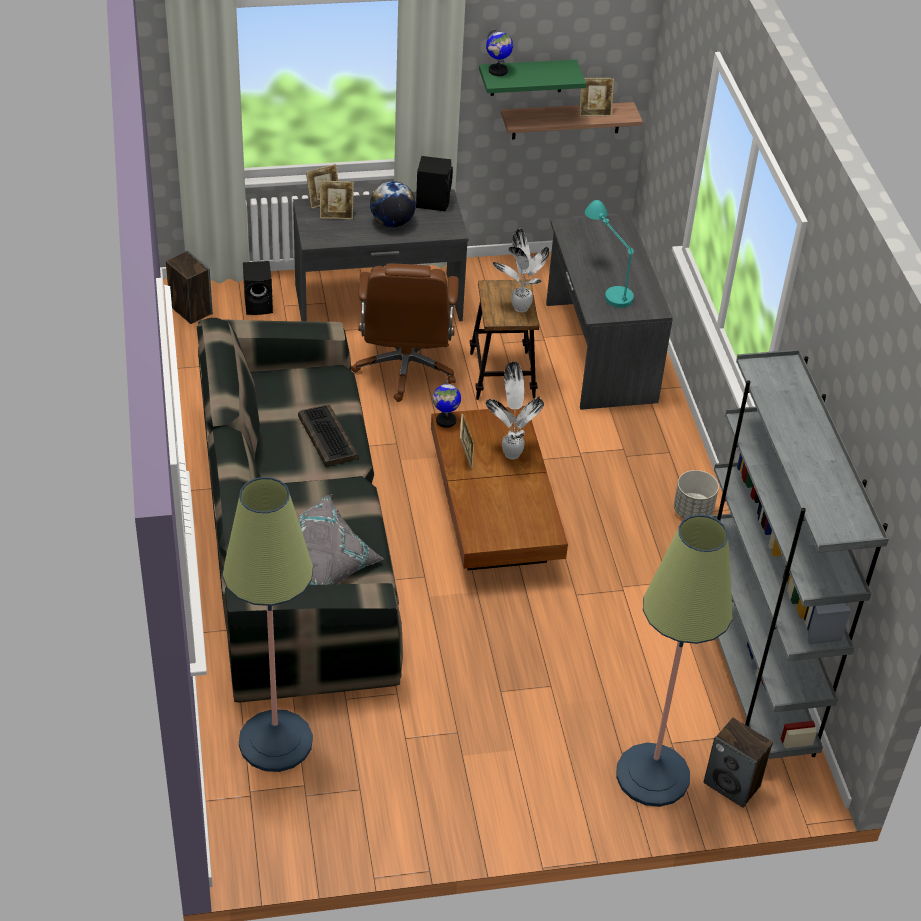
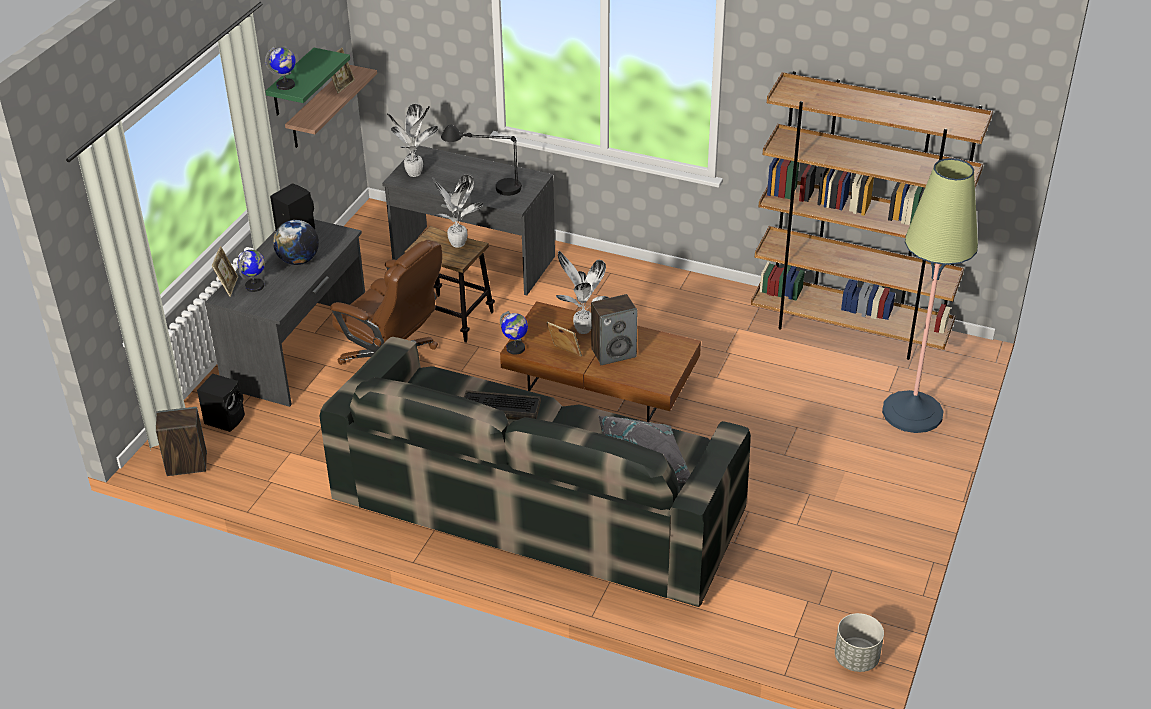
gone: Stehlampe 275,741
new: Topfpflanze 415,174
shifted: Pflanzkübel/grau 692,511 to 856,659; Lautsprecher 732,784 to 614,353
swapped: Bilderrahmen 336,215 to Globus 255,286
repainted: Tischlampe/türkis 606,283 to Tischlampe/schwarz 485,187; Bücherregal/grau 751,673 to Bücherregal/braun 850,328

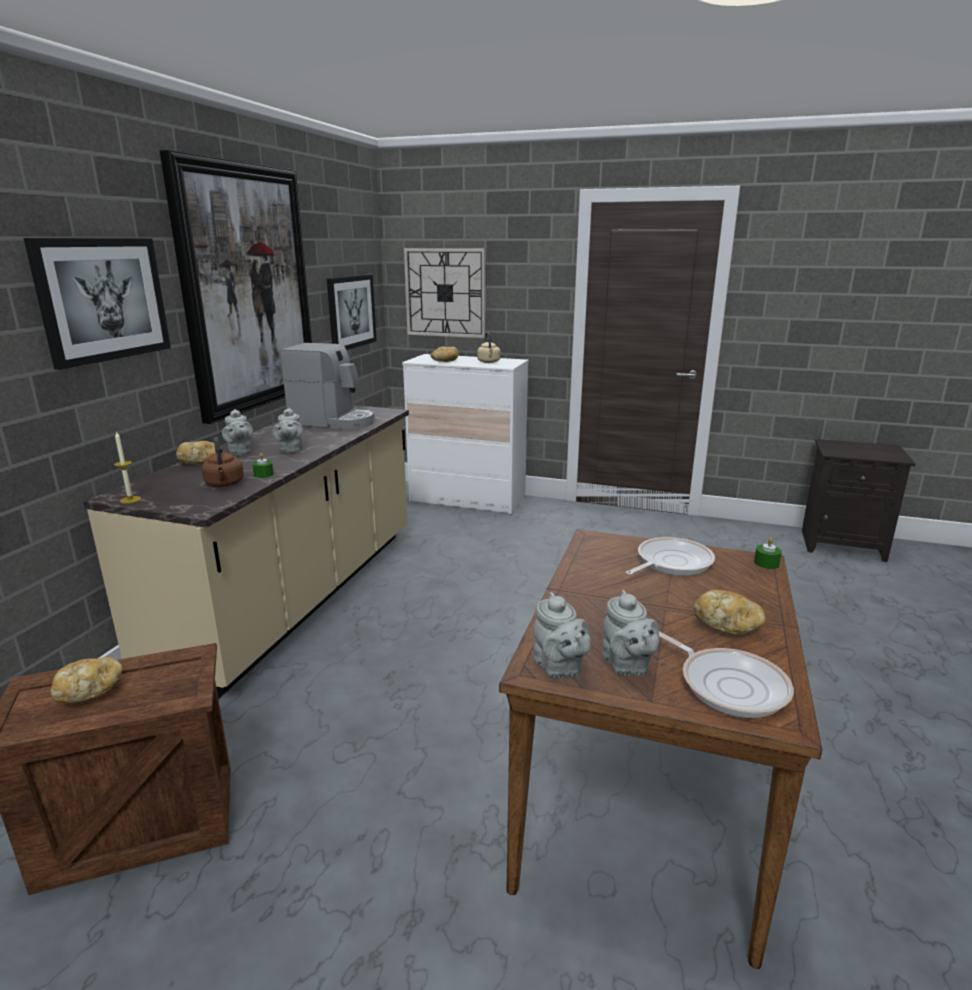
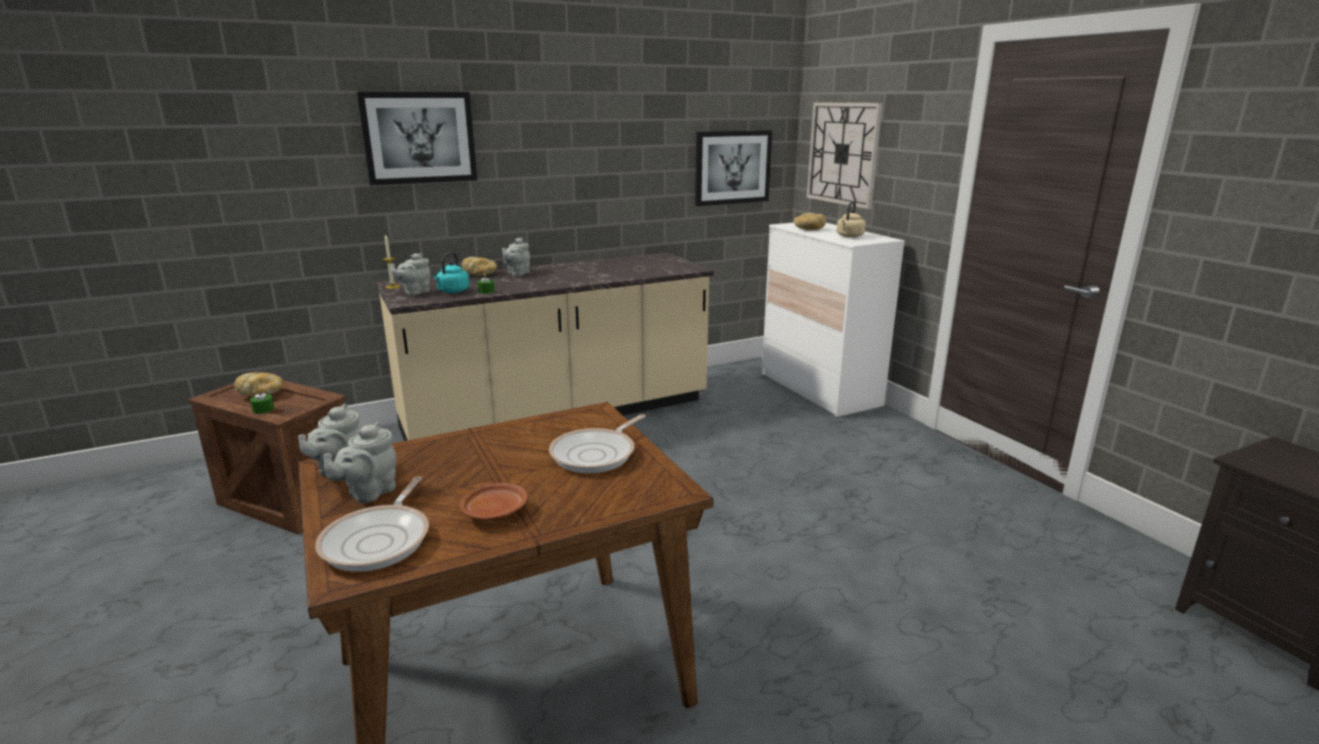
gone: Bild 248,289; Kaffeemaschine 333,421
shifted: Teekanne/grau 290,450 to 415,292; Kerze/grün 766,563 to 263,409
swapped: Brot 727,625 to Teller/braun 495,511
repainted: Wasserkessel/braun 224,484 to Wasserkessel/türkis 452,291
rotated: Pfanne 670,562 = 597,454 120 degrees clockwise

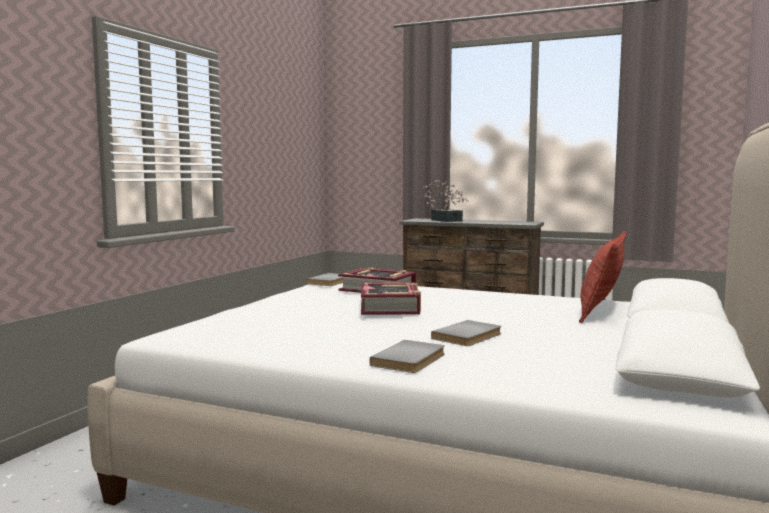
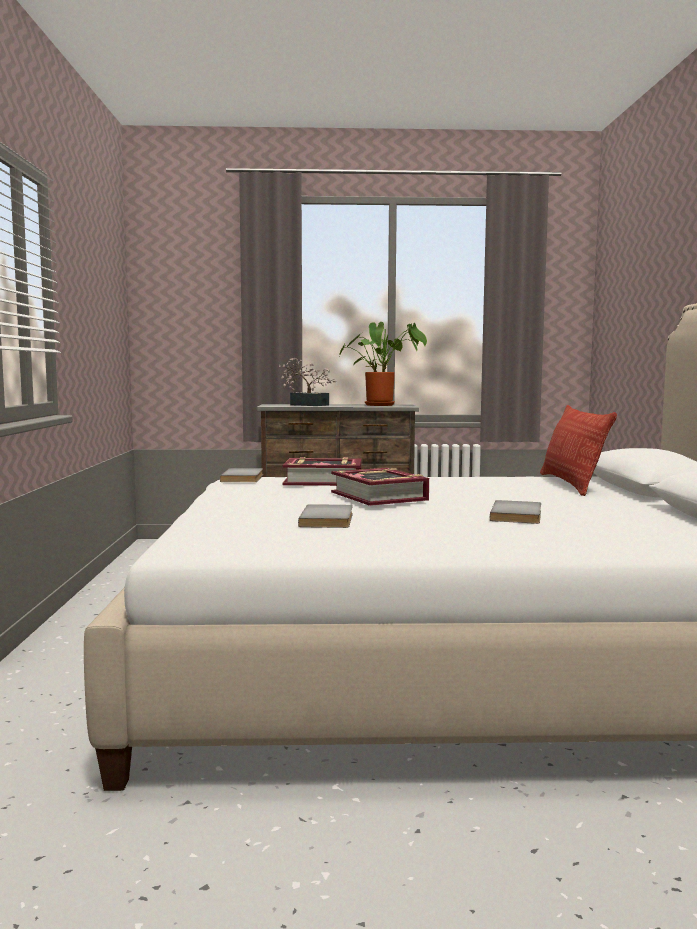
new: Topfpflanze 383,405
shifted: Buch/grau 411,360 to 329,520

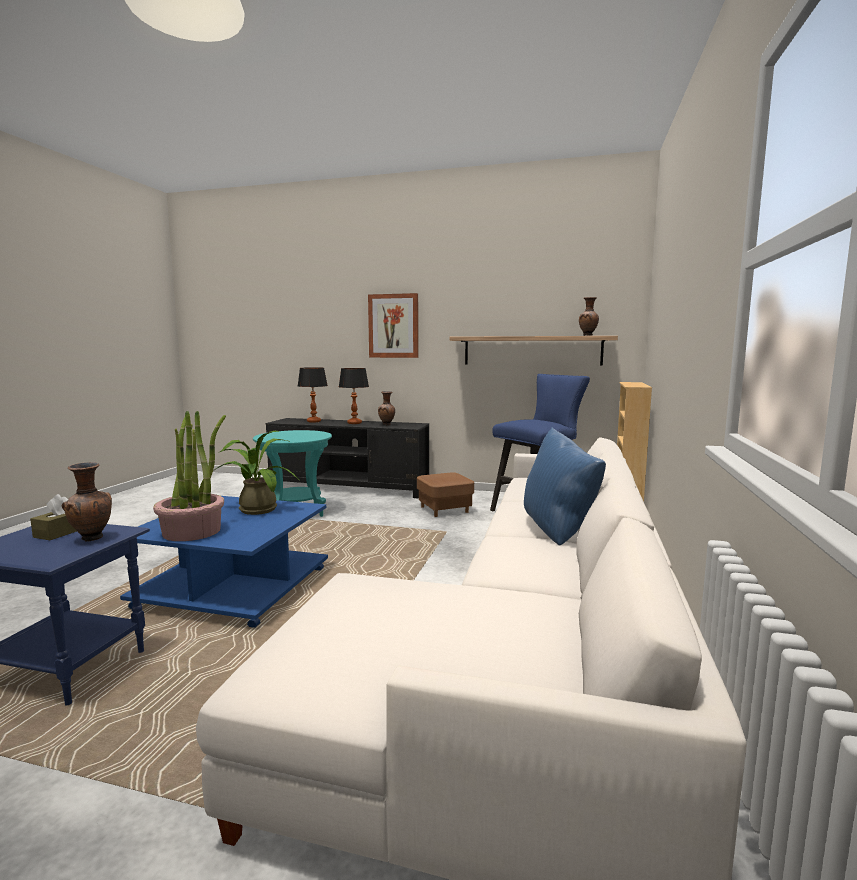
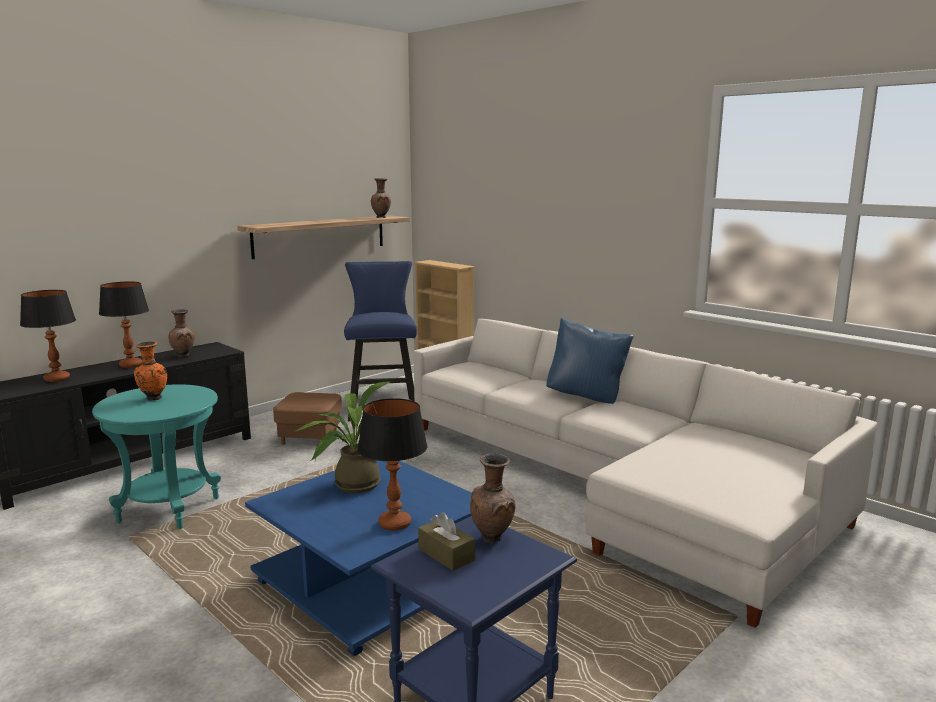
gone: Bild 393,326
new: Vase/orange 153,398
swapped: Topfpflanze 192,531 to Tischlampe 394,523

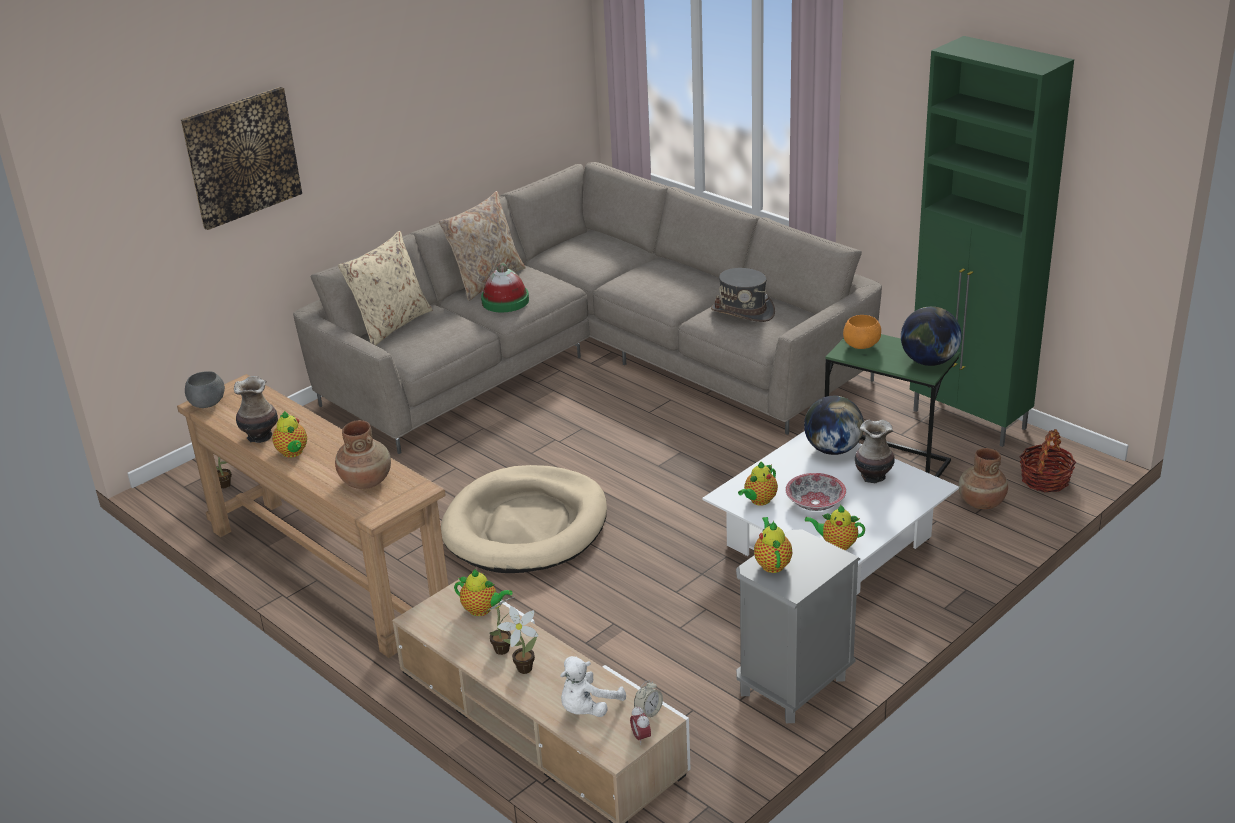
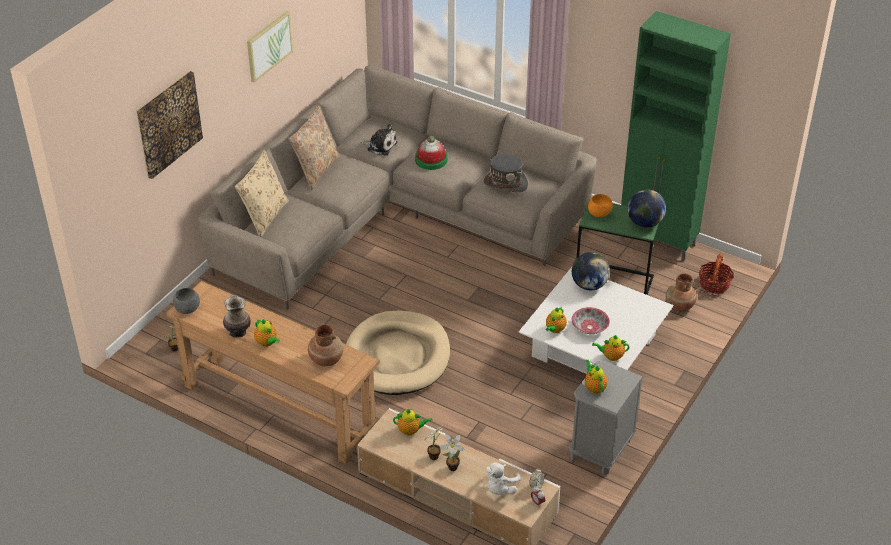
gone: Vase 872,476
new: Bild 269,45; Plüschtier 380,146
shifted: Hut 505,301 to 431,159

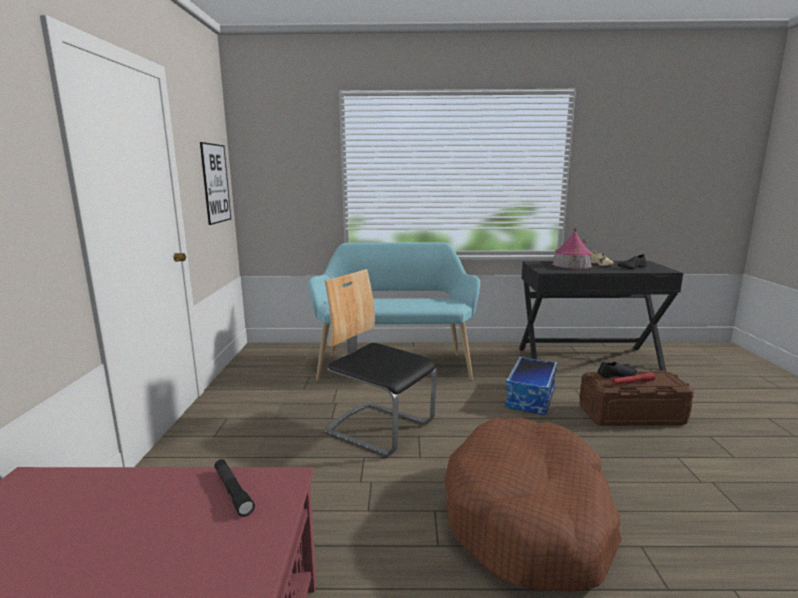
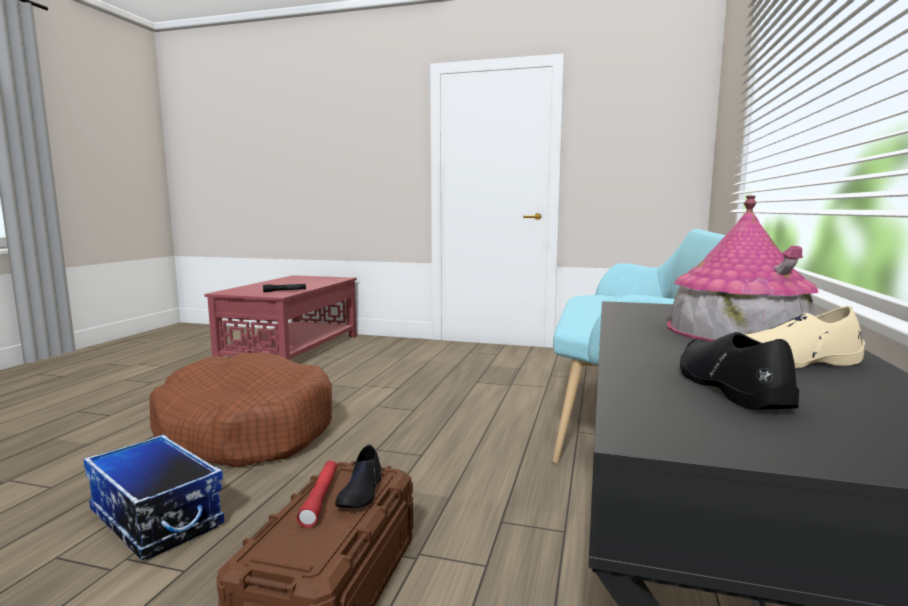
gone: Bild 215,183; Stuhl 380,428
shifted: Aufbewahrungsbox 531,398 to 154,518

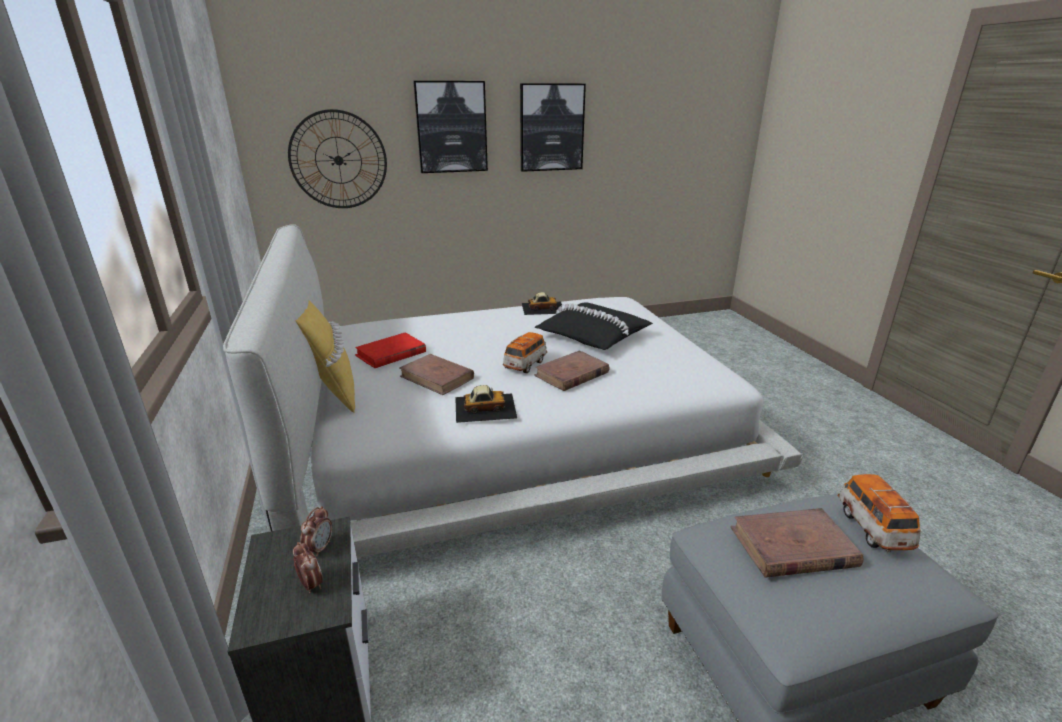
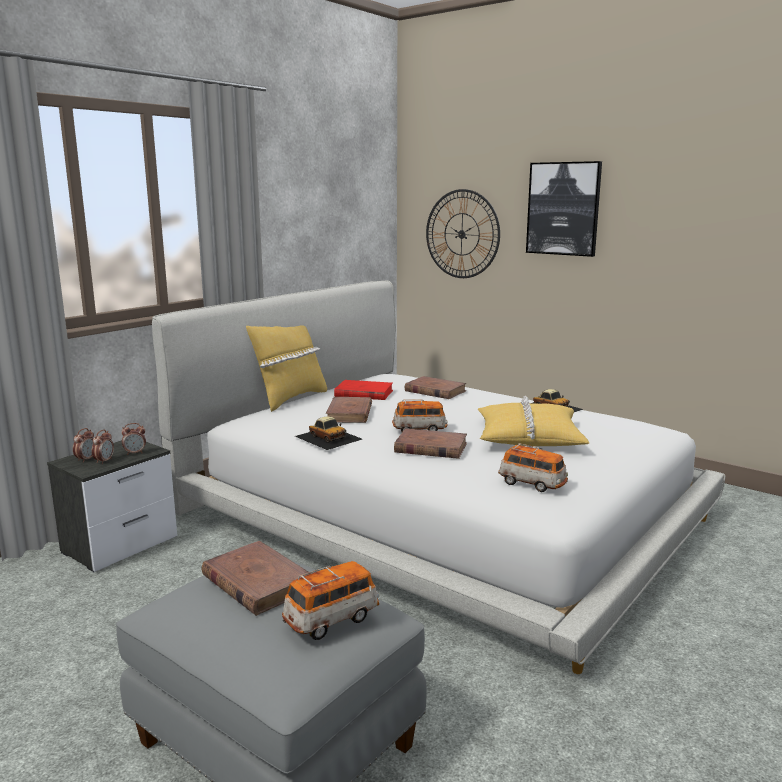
gone: Bild 551,127
new: Wecker 86,459; Buch/braun 435,391; Spielzeugauto 532,484
repainted: Kissen/schwarz 592,335 to Kissen/gelb 528,437

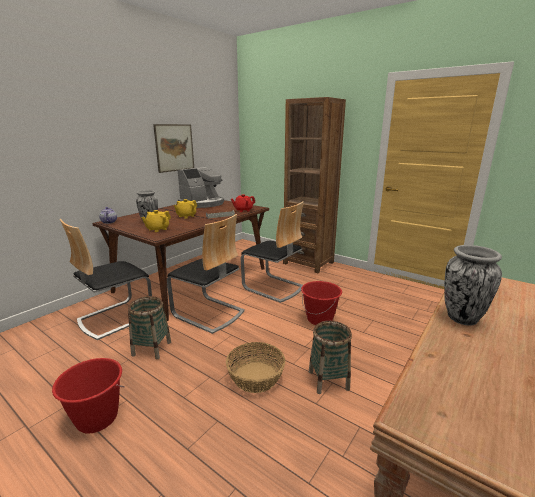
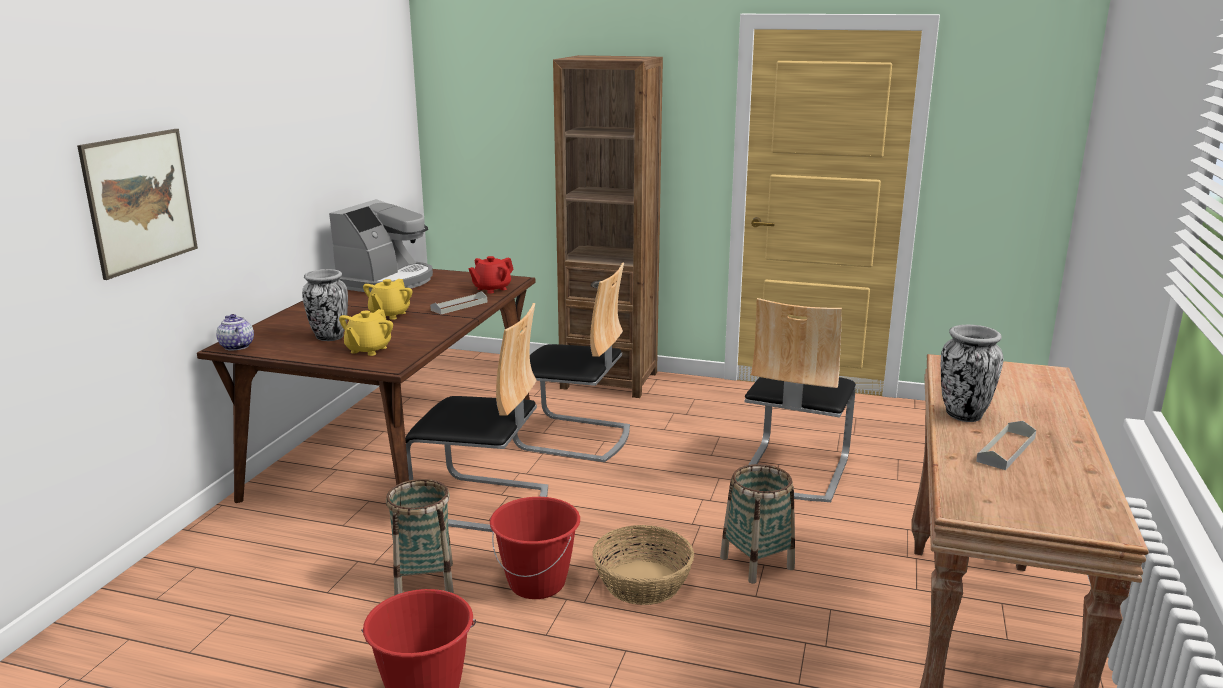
new: Tablett/grau 1006,449
shifted: Stuhl 115,318 to 793,470; Bild 174,147 to 140,201; Eimer/rot 319,319 to 537,583

